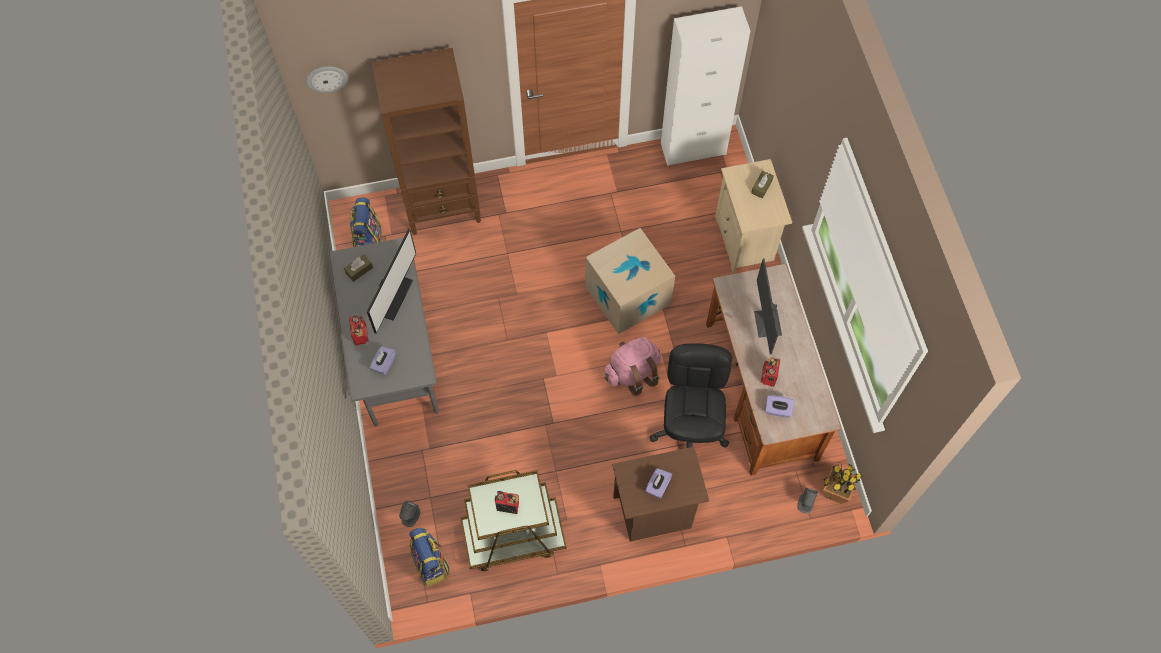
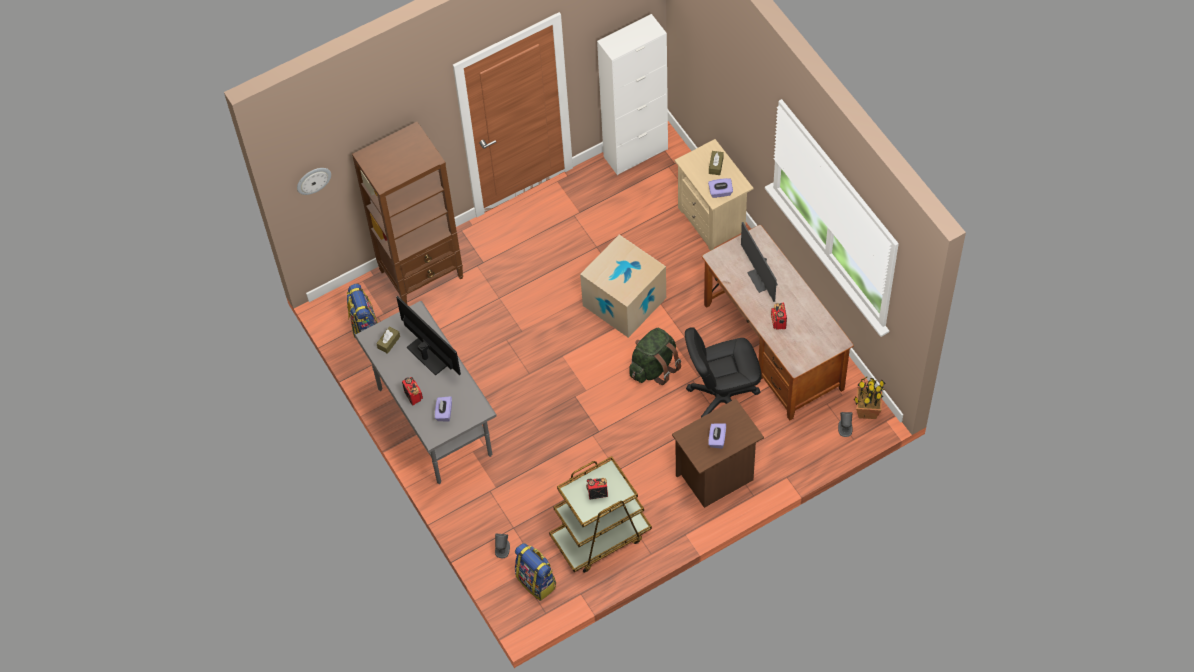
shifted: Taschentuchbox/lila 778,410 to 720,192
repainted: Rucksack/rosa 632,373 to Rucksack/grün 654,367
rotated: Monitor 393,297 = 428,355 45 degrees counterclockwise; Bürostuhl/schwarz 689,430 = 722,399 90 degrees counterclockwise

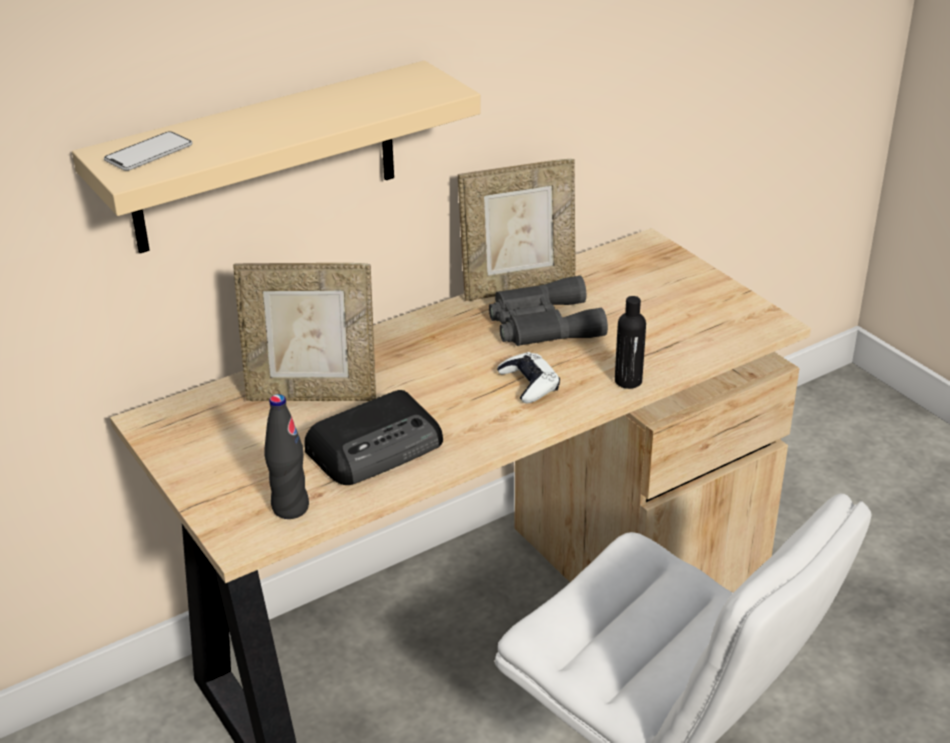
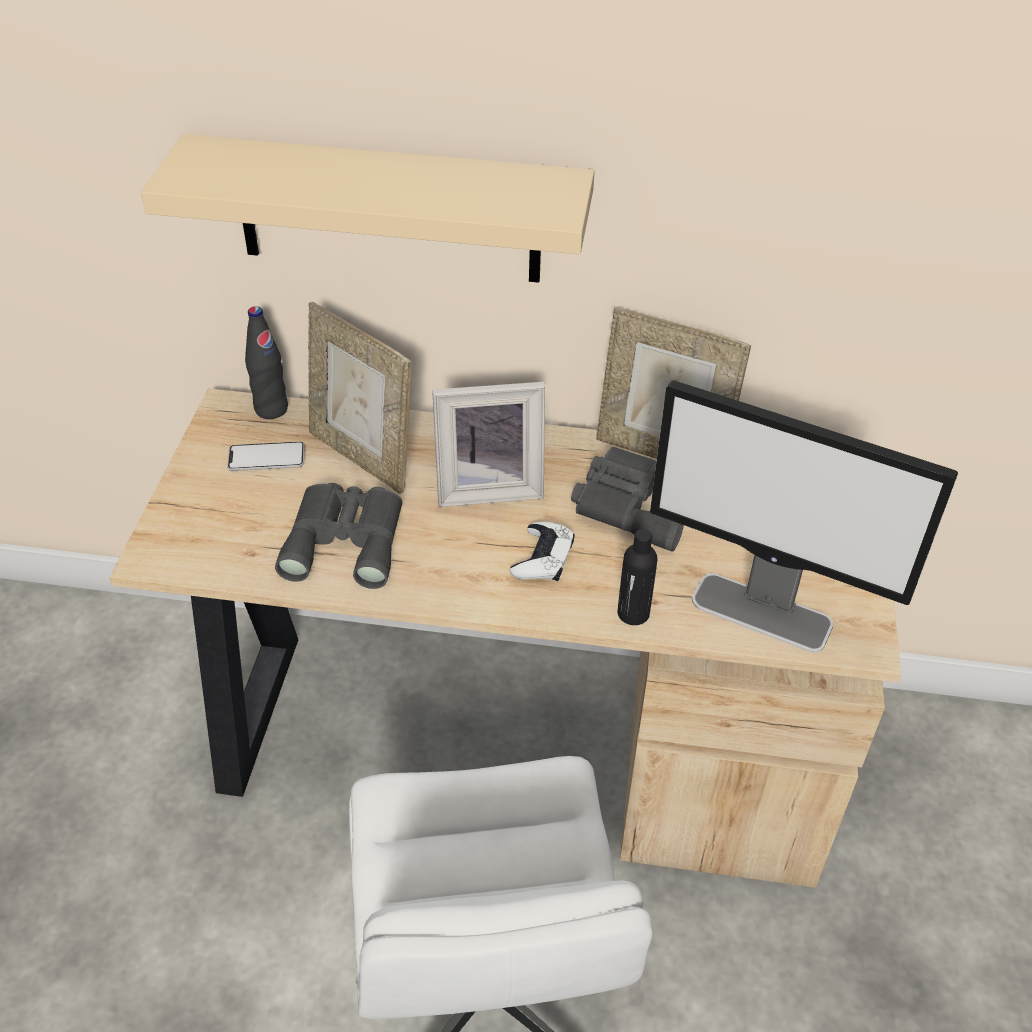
new: Bilderrahmen 488,487; Monitor 763,613
shifted: Handy 149,153 to 266,458; Flasche/schwarz 290,508 to 271,409
swapped: Radio 377,447 to Fernglas/grau 346,539

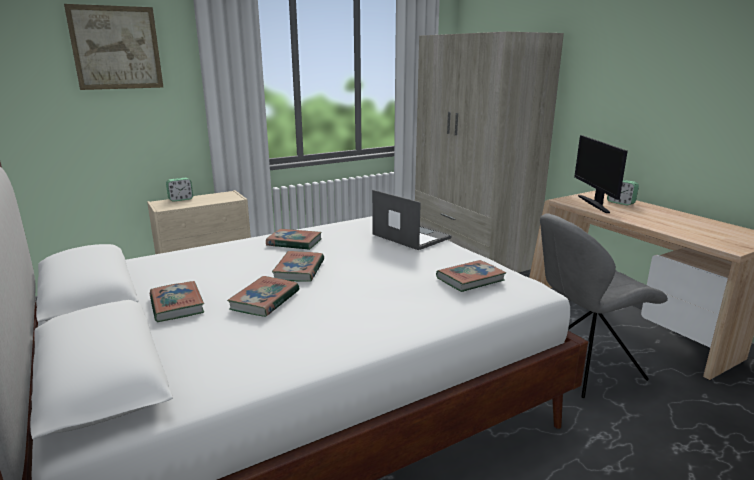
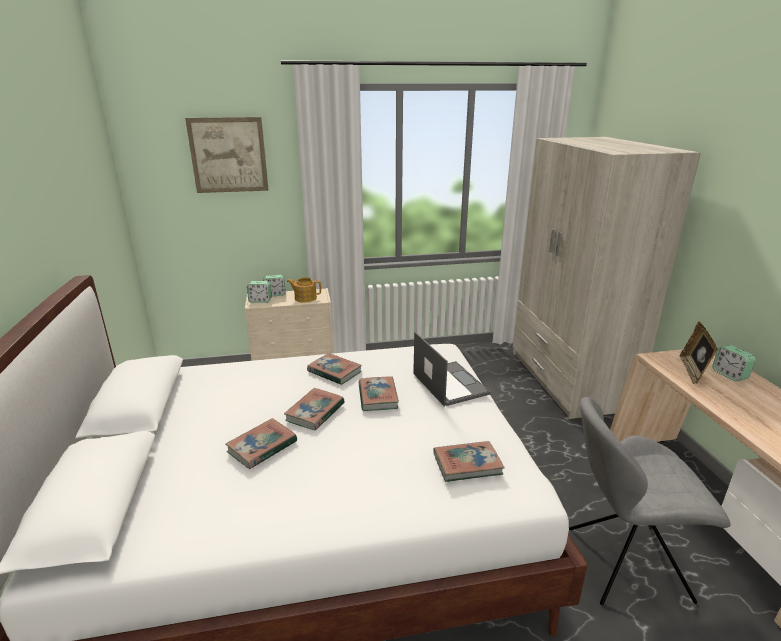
new: Wecker 260,301; Teekanne 305,298
shifted: Buch 177,305 to 378,396
swapped: Monitor 595,204 to Bilderrahmen 692,371

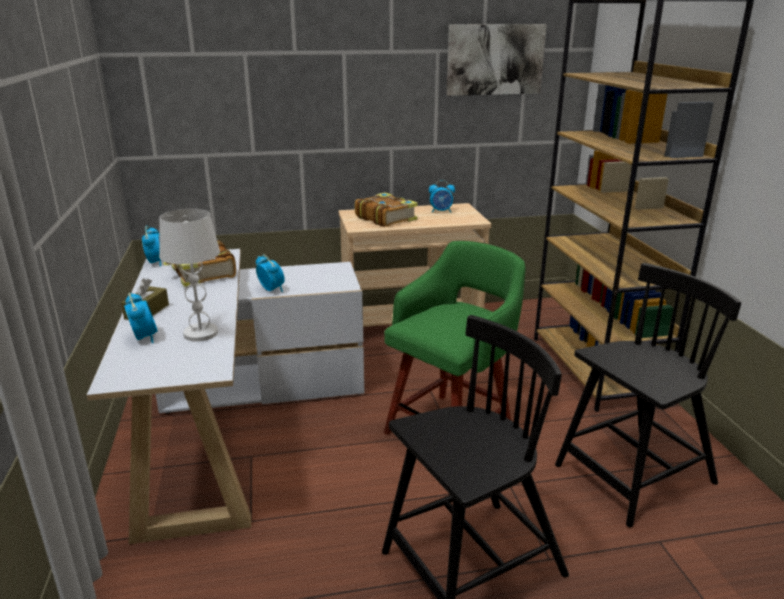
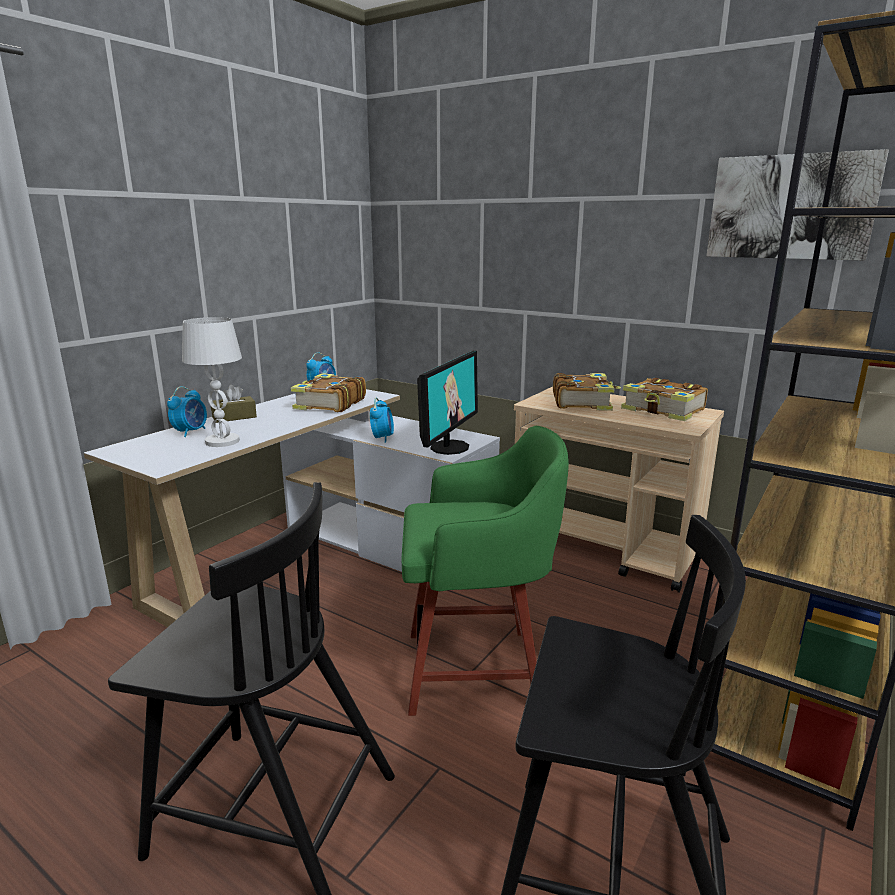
new: Monitor 449,447
swapped: Wecker 441,211 to Buch 664,410

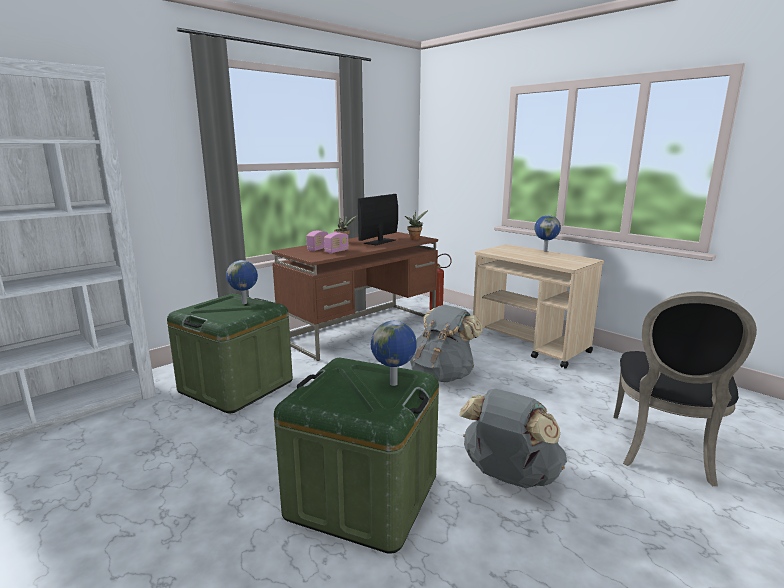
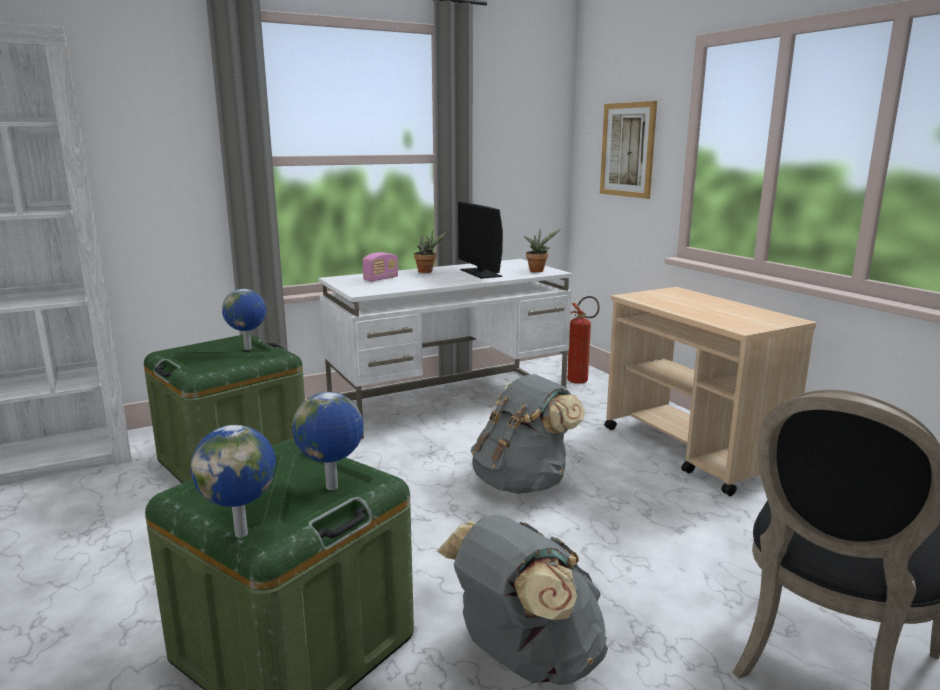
gone: Radio 336,251
new: Bild 627,150
shifted: Globus 545,251 to 243,533
repainted: Schreibtisch/braun 362,329 to Schreibtisch/weiß 449,400
rotated: Monitor 380,241 = 480,273 75 degrees counterclockwise

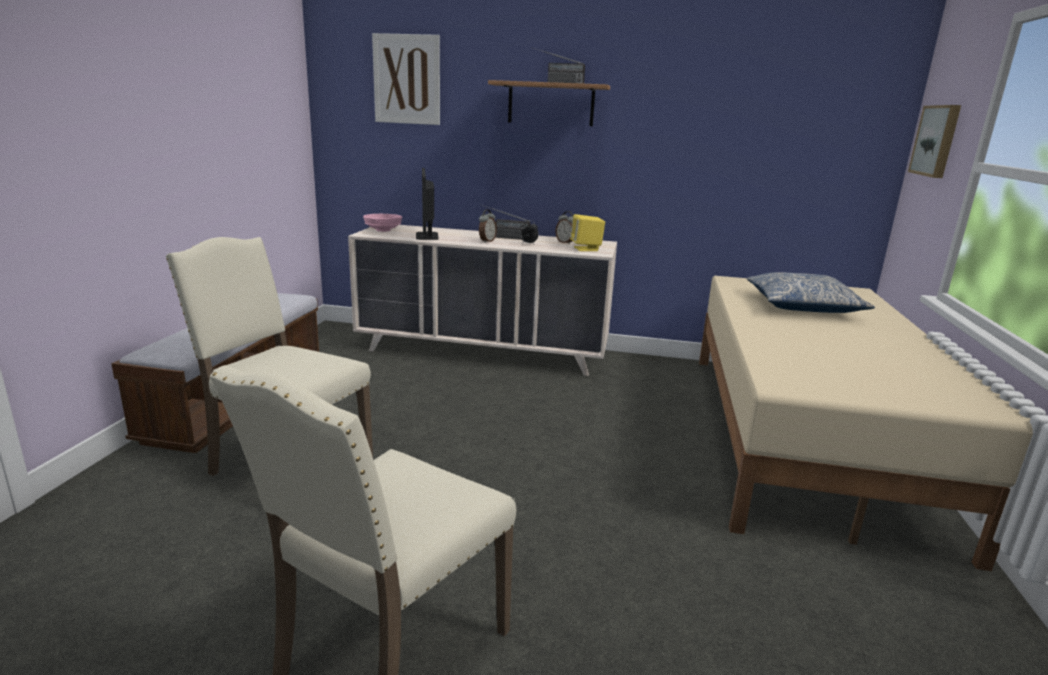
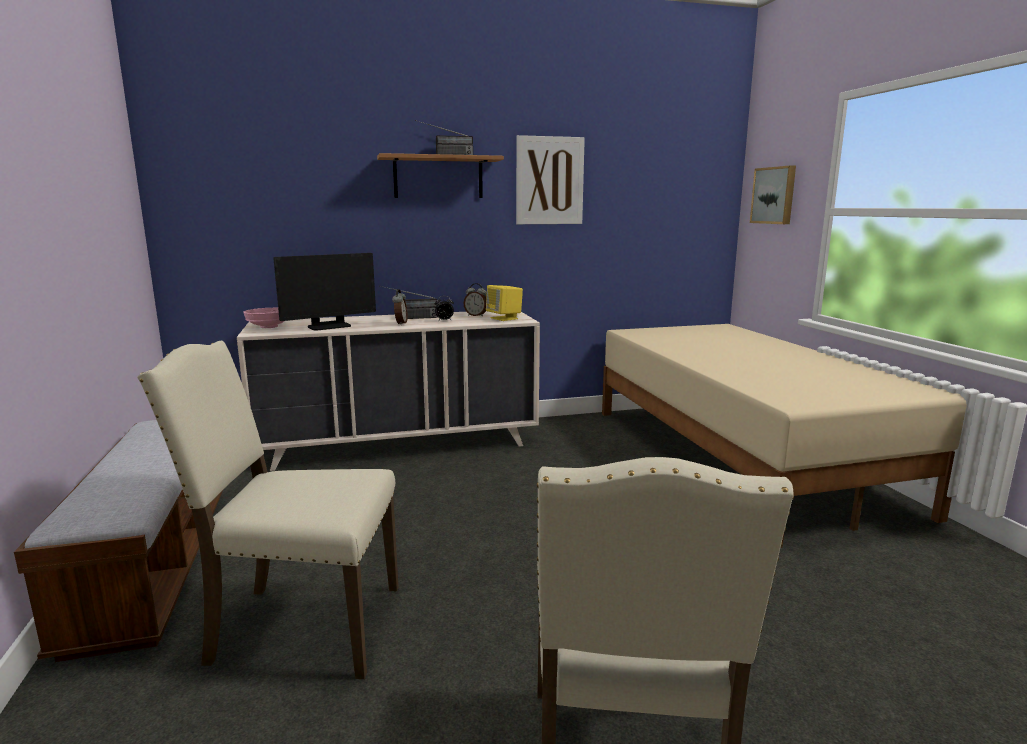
gone: Kissen 802,306
shifted: Bild 407,79 to 549,181
rotated: Monitor 427,236 = 329,326 90 degrees counterclockwise

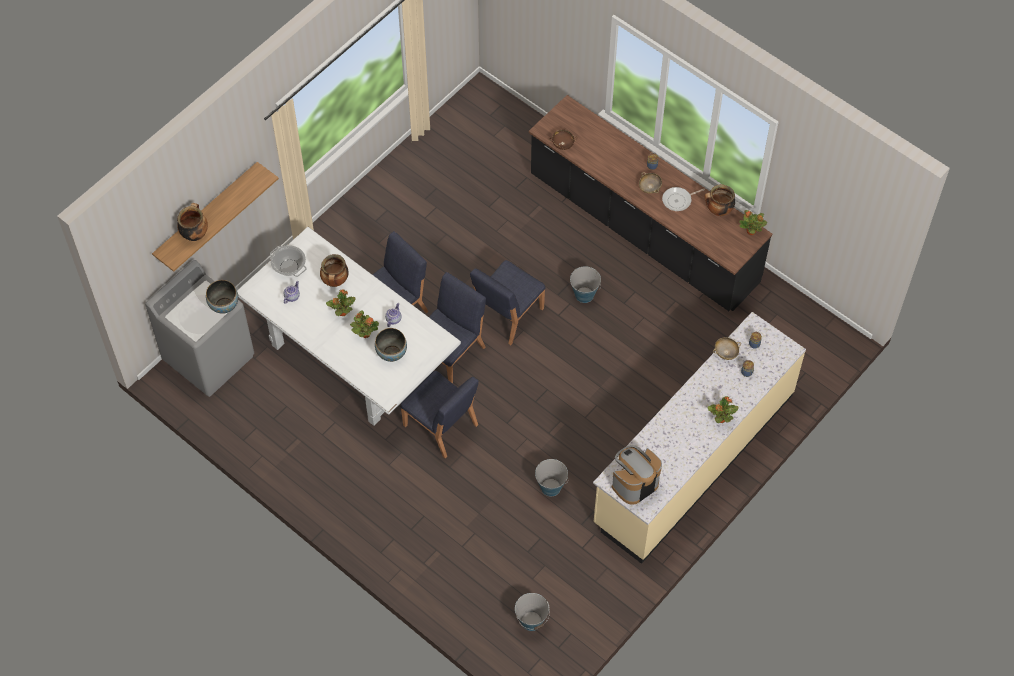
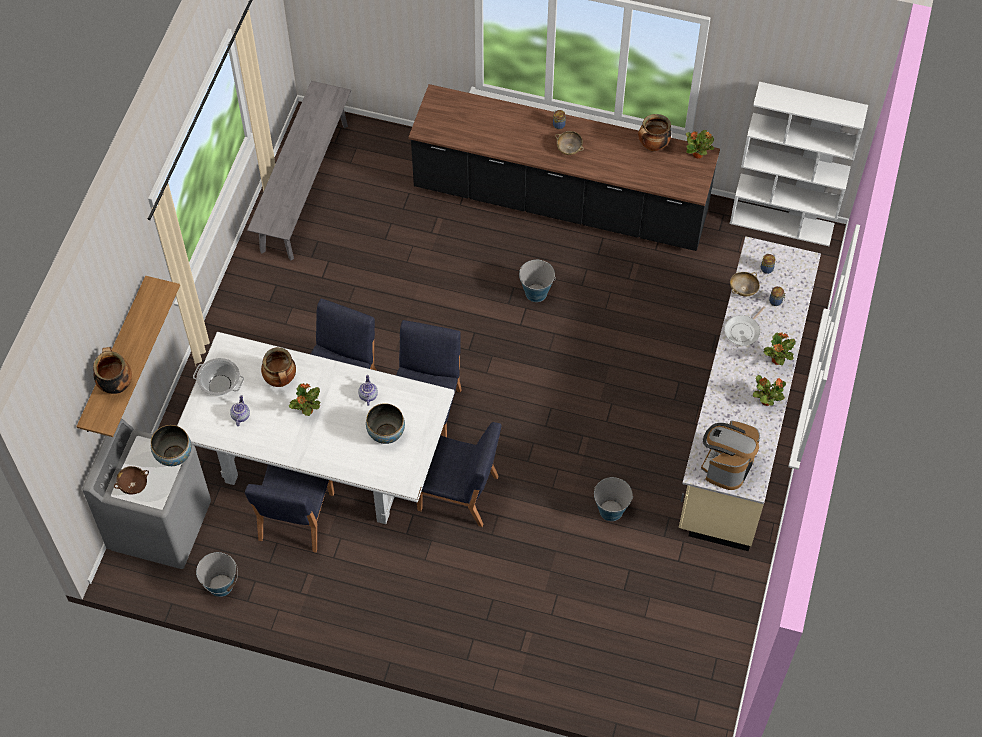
new: Bank/grau 304,187; Bücherregal/weiß 782,223
shifted: Topfpflanze 365,333 to 766,400; Stuhl/blau 507,314 to 295,517; Eimer 531,621 to 221,585; Schüssel/braun 562,144 to 133,485; Pfanne 678,200 to 743,331

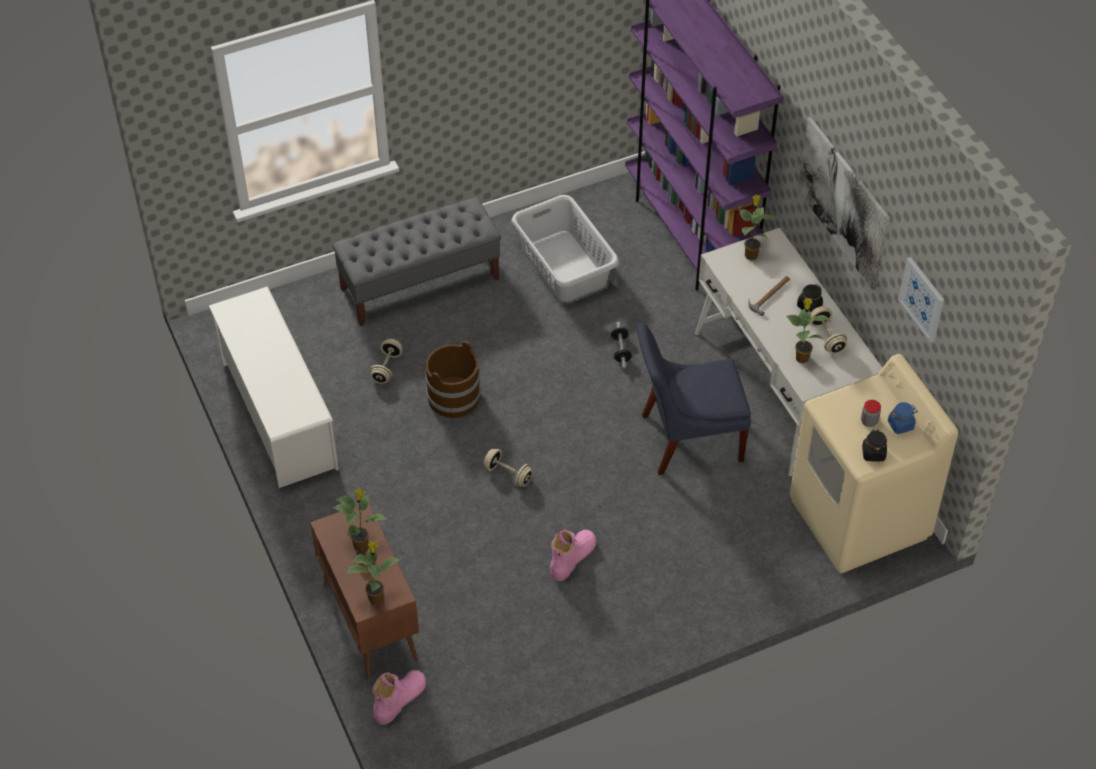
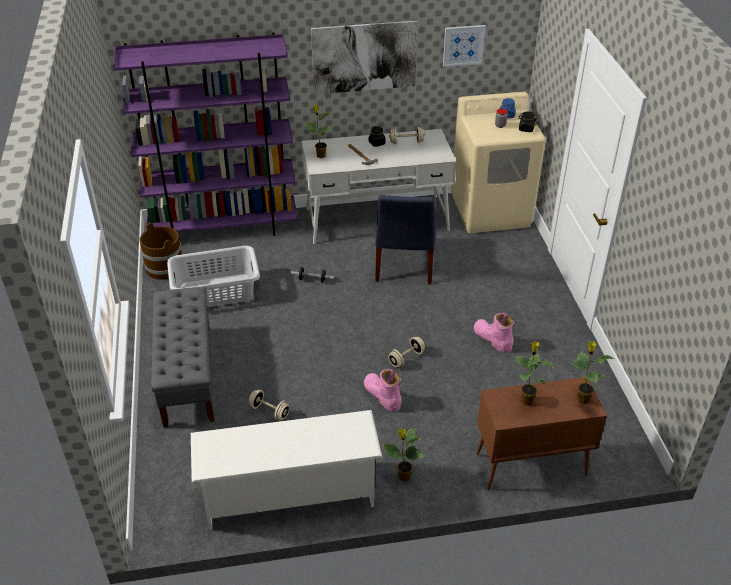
shifted: Stiefel/rosa 399,699 to 382,395; Eimer/braun 453,397 to 164,267; Topfpflanze 801,357 to 403,477

